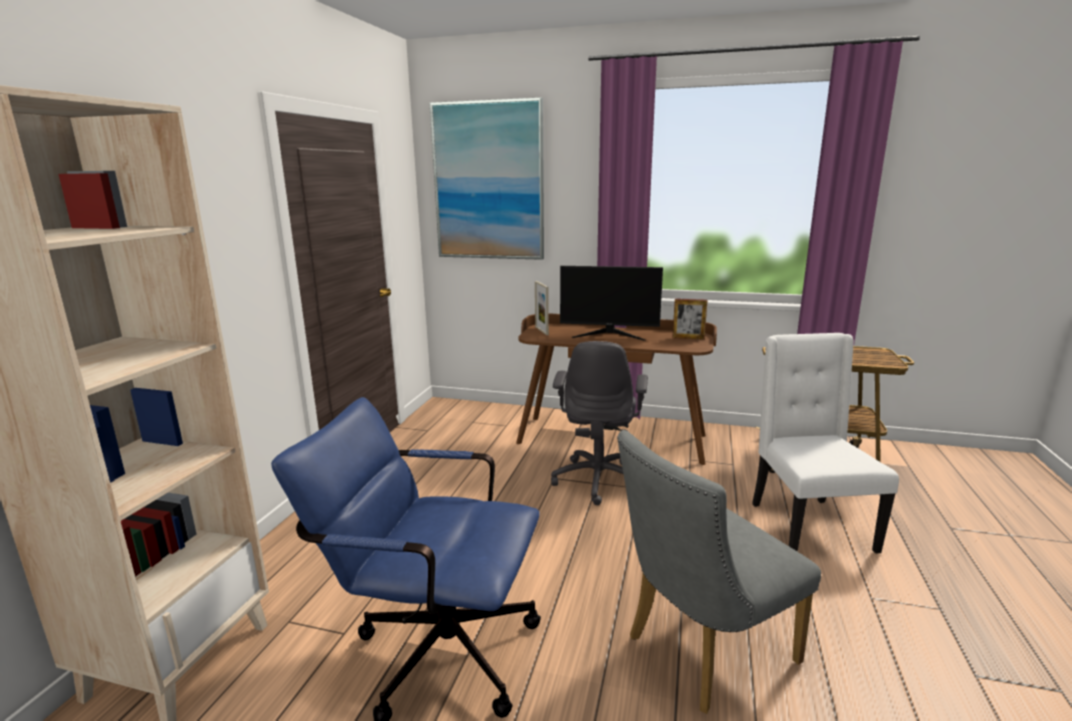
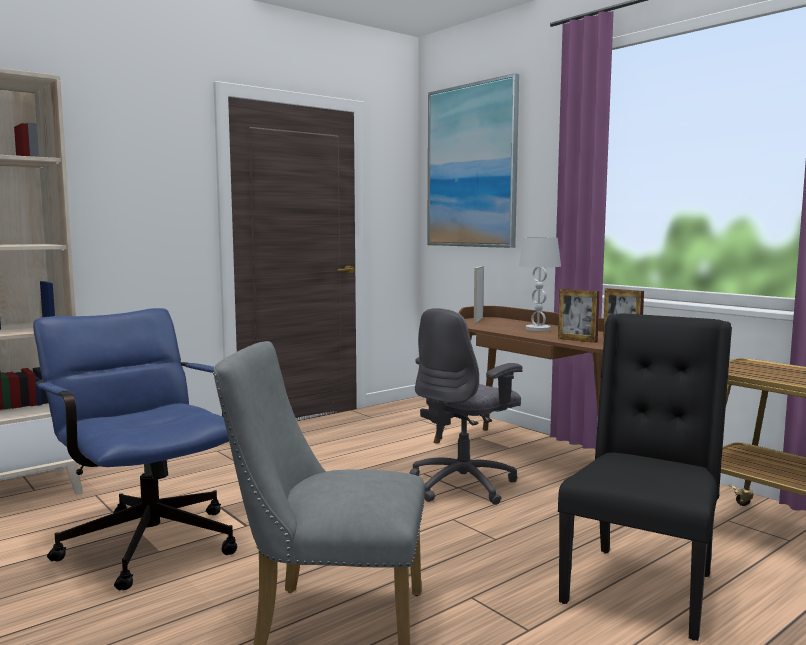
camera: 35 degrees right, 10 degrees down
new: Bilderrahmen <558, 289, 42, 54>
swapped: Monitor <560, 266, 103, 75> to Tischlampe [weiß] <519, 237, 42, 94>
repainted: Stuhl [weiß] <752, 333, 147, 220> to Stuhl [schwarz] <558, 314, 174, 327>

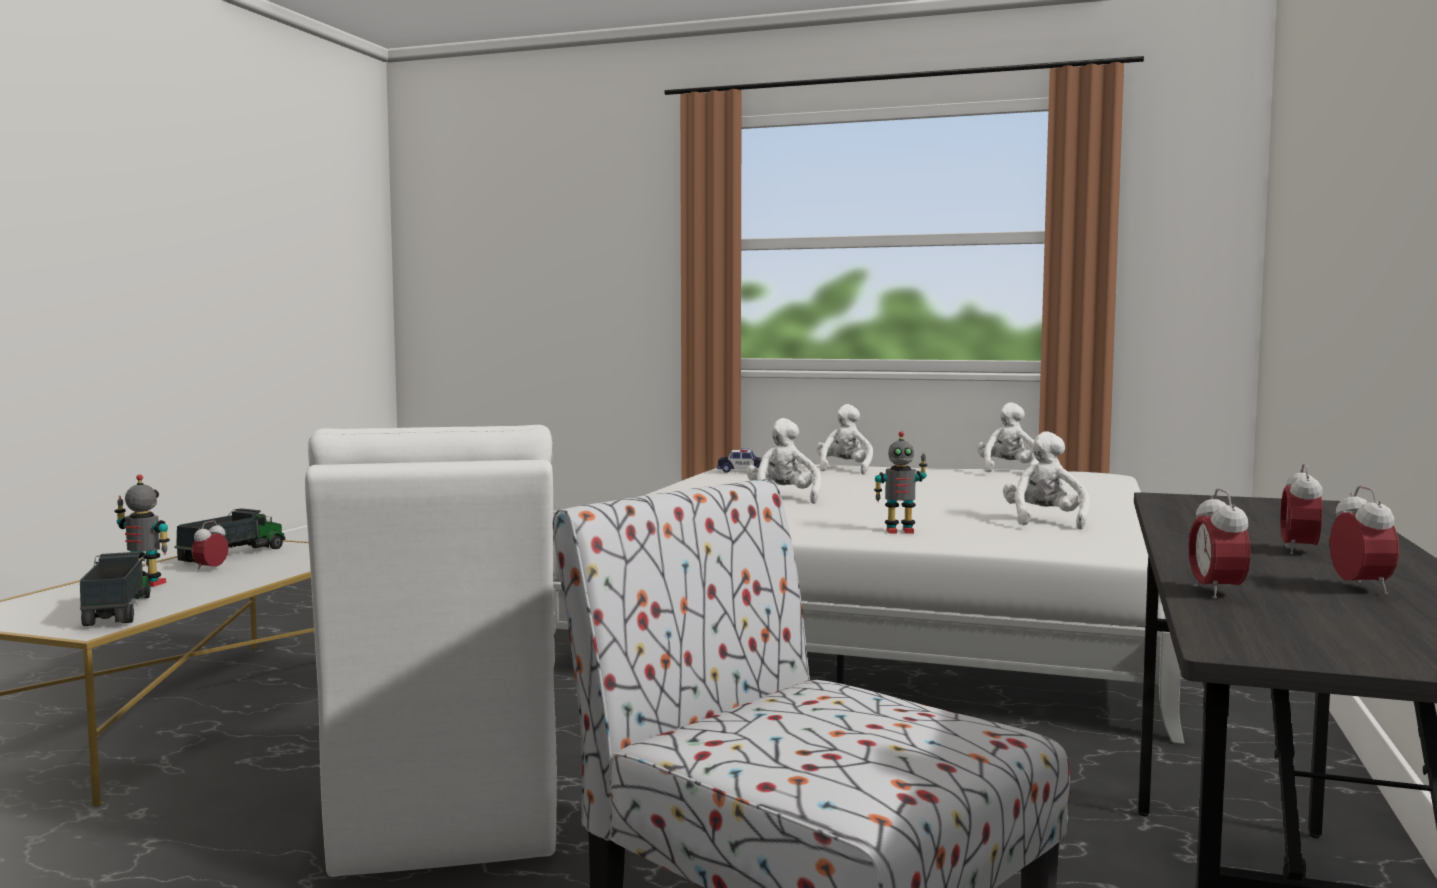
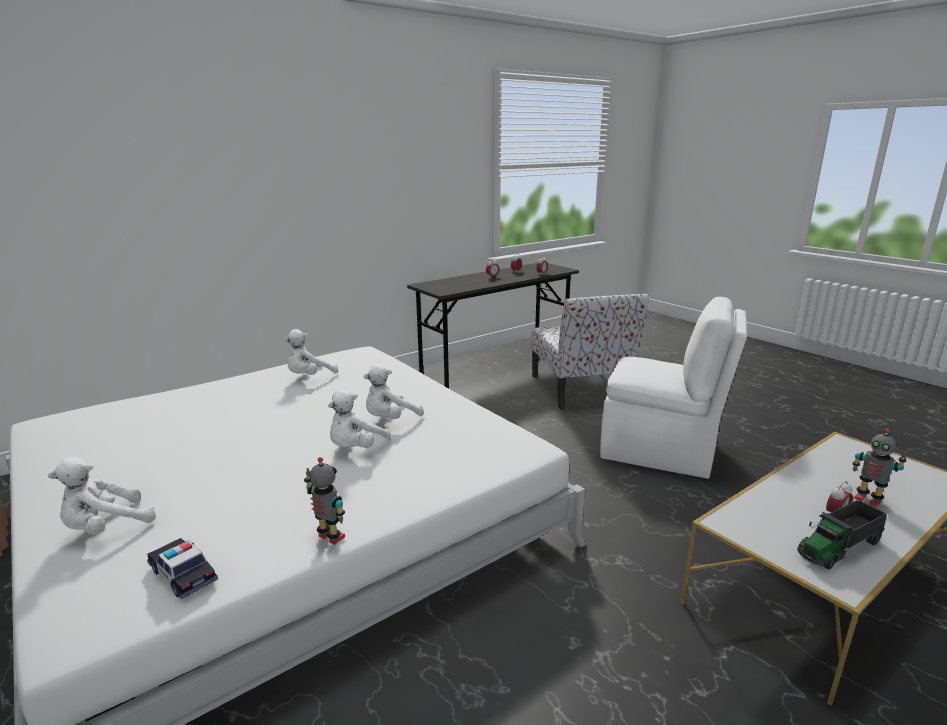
camera: 145 degrees left, 15 degrees up
gone: Spielzeuglaster <80, 552, 70, 74>
shifted: Spielzeugroboter <874, 431, 53, 103> to <304, 457, 41, 88>; Plüschtier [weiß] <977, 402, 62, 71> to <364, 364, 60, 55>
rotated: Stuhl [weiß] <305, 425, 252, 452> = <600, 297, 147, 182> 90 degrees clockwise

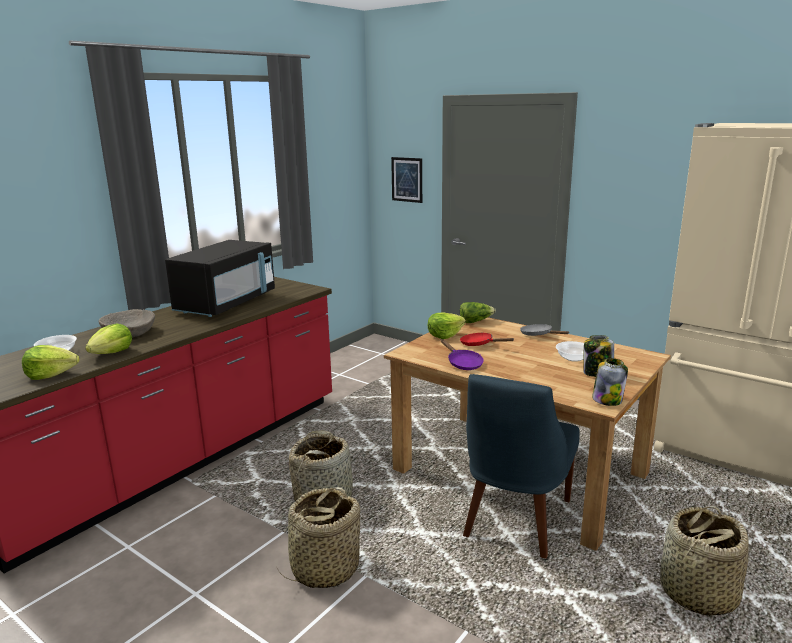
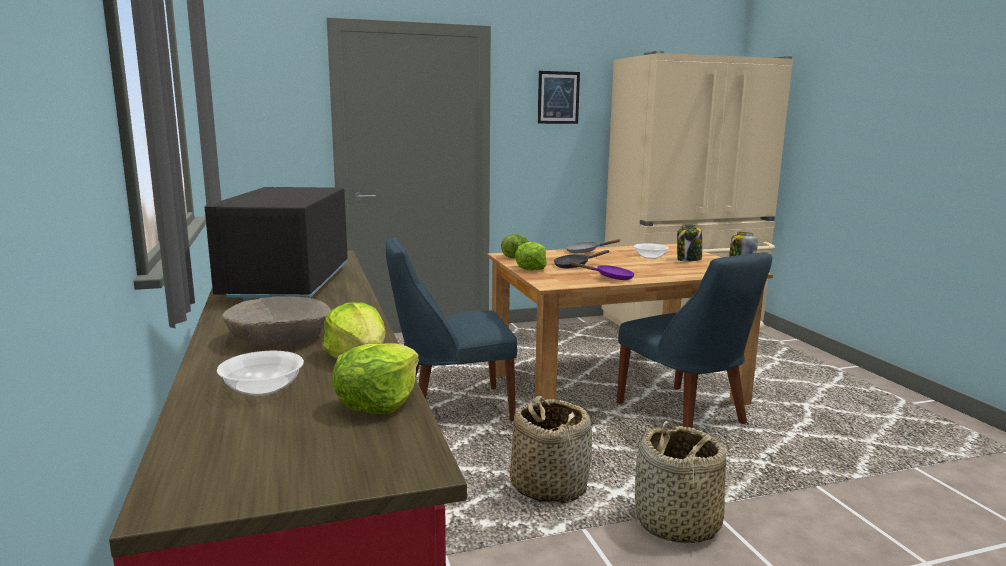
camera: 55 degrees left, 5 degrees down
gone: Korb <660, 506, 89, 110>
new: Stuhl [blau] <386, 237, 131, 184>
shifted: Bild <391, 157, 31, 46> to <538, 71, 42, 53>
repainted: Pfanne [rot] <460, 332, 54, 14> to Pfanne [schwarz] <554, 250, 56, 18>
rotated: Mikrowelle [schwarz] <165, 240, 110, 77> = <205, 187, 143, 114> 150 degrees counterclockwise

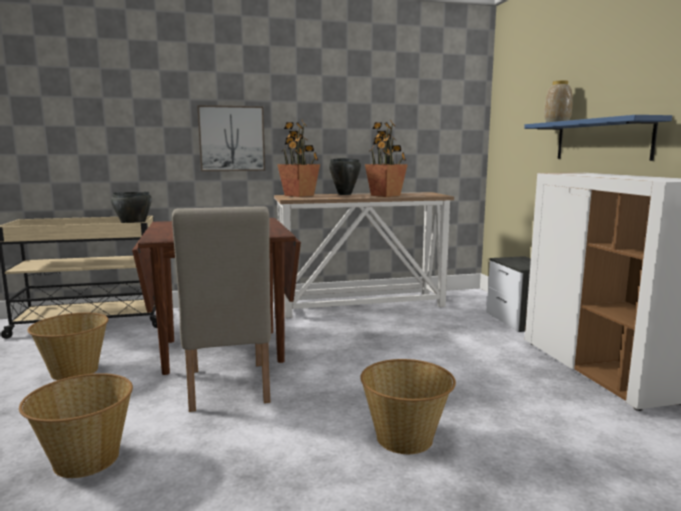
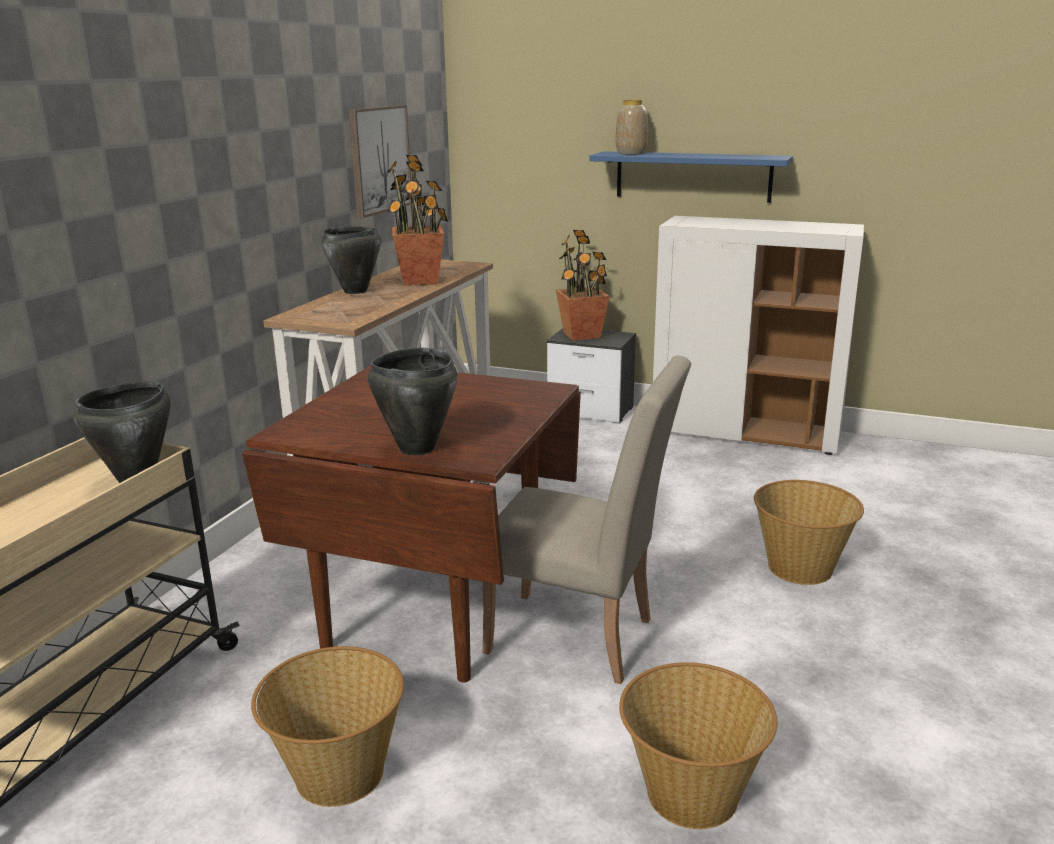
camera: 55 degrees left, 10 degrees up
new: Kochtopf [schwarz] <368, 348, 89, 107>
shifted: Bild <197, 105, 68, 66> to <348, 105, 63, 113>; Topfpflanze <277, 120, 43, 77> to <556, 230, 54, 111>

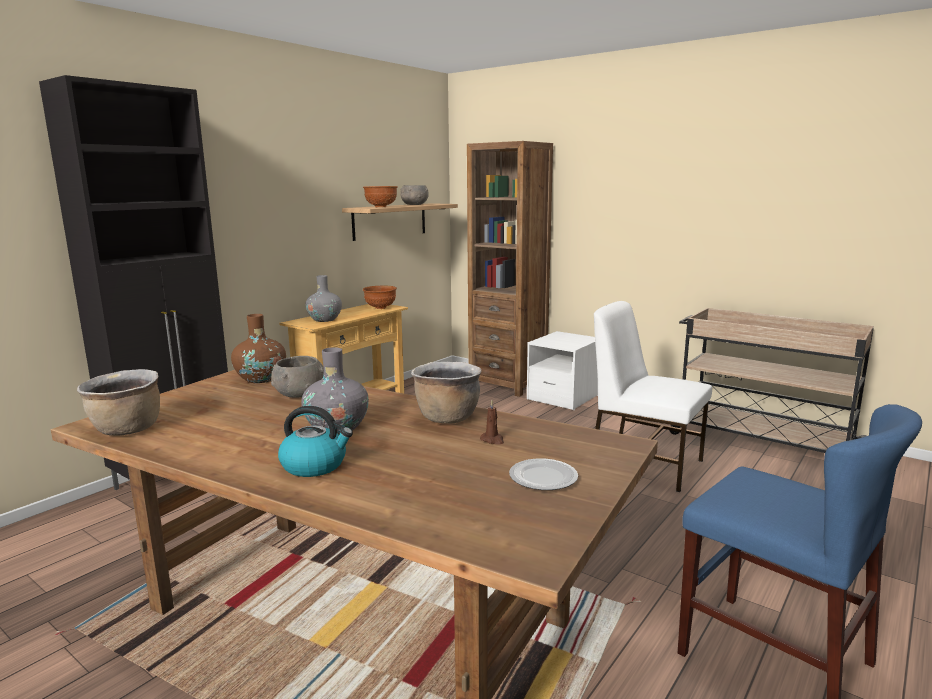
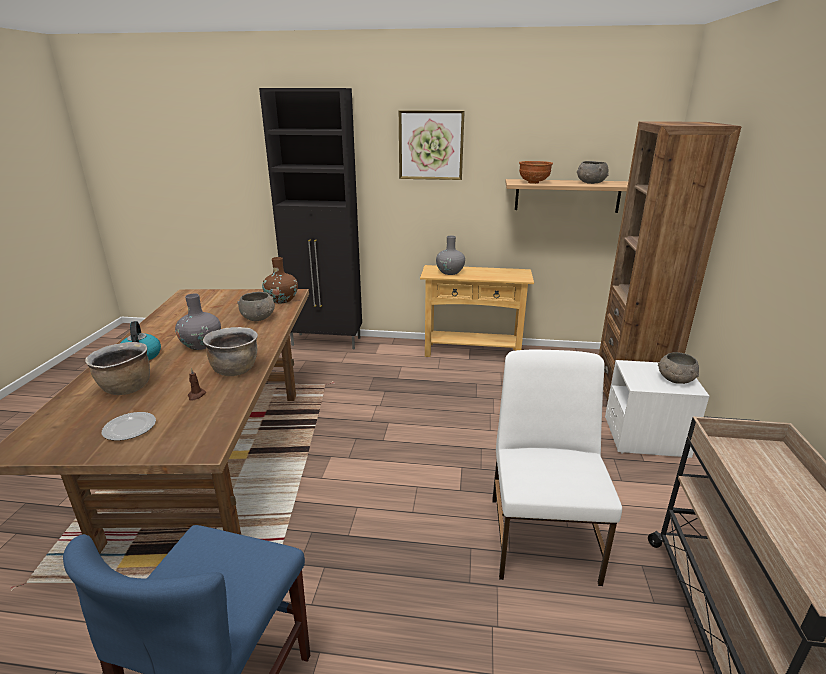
camera: 60 degrees right, 10 degrees up
gone: Schüssel [braun] <363, 286, 34, 23>
new: Bild <399, 110, 66, 70>; Schüssel [grau] <658, 352, 41, 32>
shifted: Kochtopf [braun] <77, 369, 83, 67> to <85, 342, 65, 53>

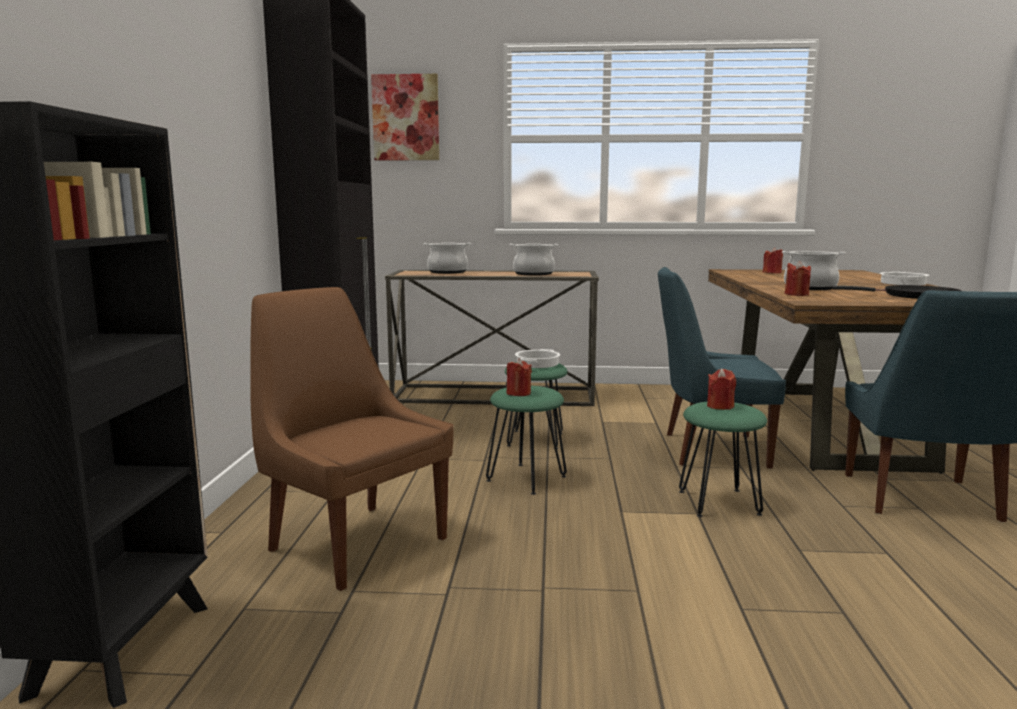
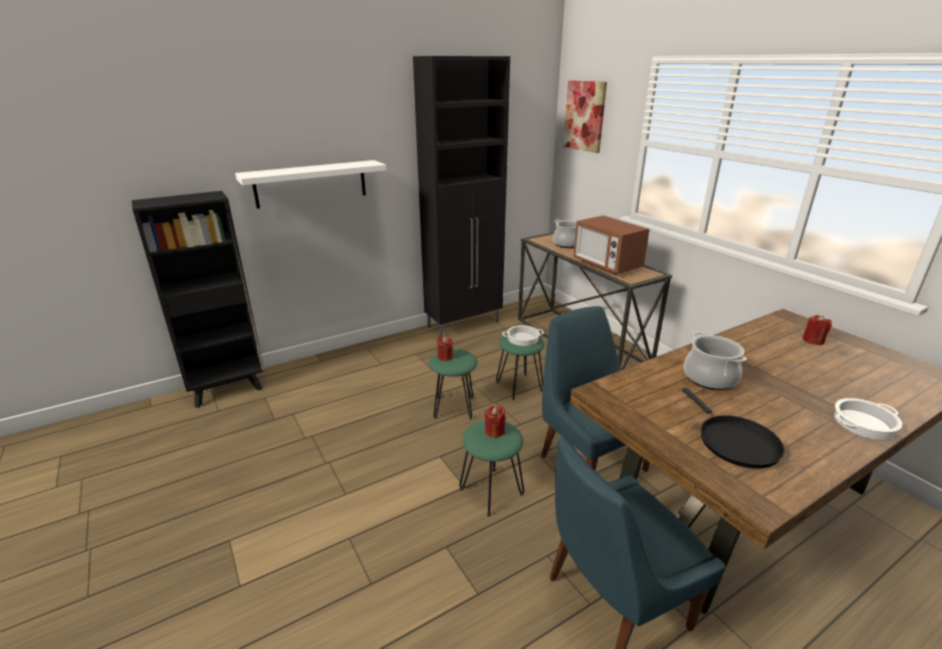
camera: 55 degrees right, 15 degrees up
gone: Stuhl [braun] <250, 287, 204, 304>; Kerze [rot] <785, 261, 26, 35>
new: Wandregal [weiß] <235, 160, 151, 49>
swapped: Kochtopf <510, 244, 48, 32> to Mikrowelle <573, 215, 77, 60>

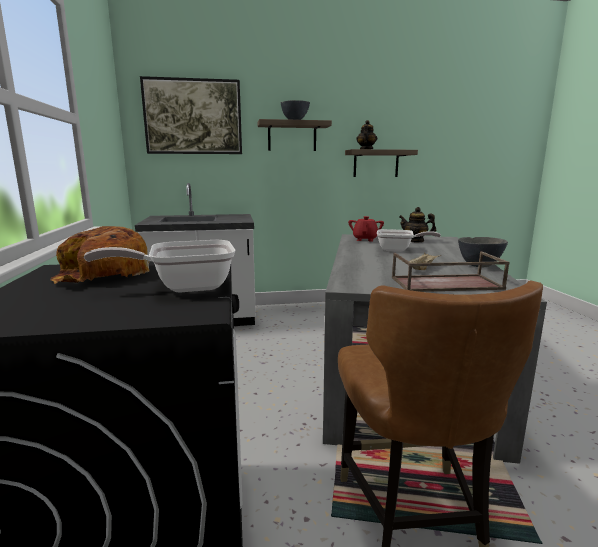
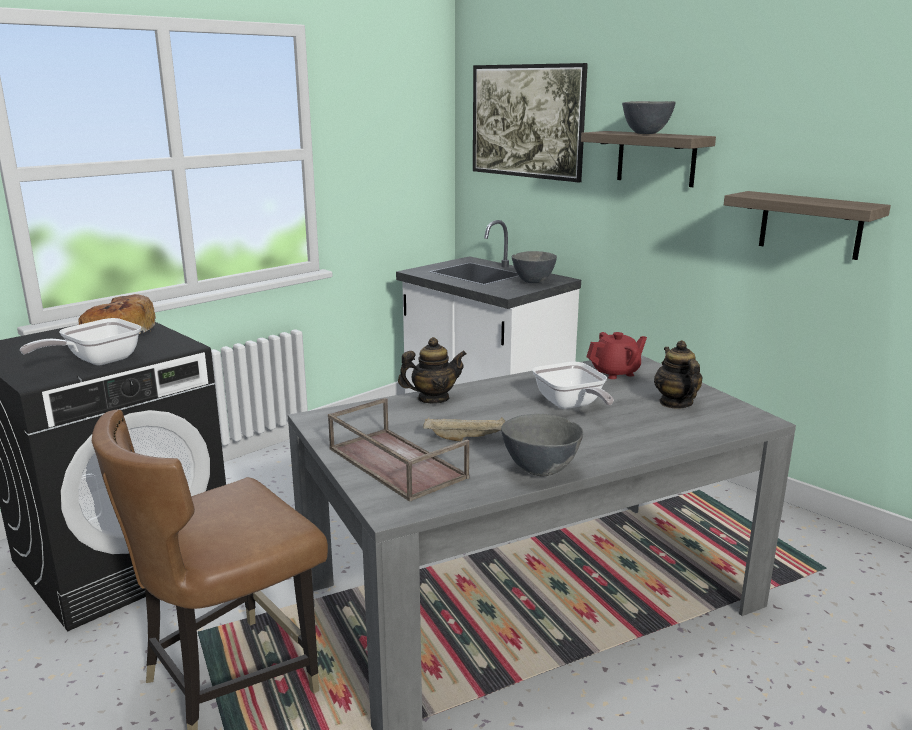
camera: 55 degrees right, 5 degrees up
new: Schüssel [grau] <512, 251, 45, 32>
shifted: Teekanne <356, 120, 21, 29> to <398, 337, 69, 67>
rotated: Pfanne <84, 240, 151, 53> = <20, 318, 121, 47> 90 degrees counterclockwise

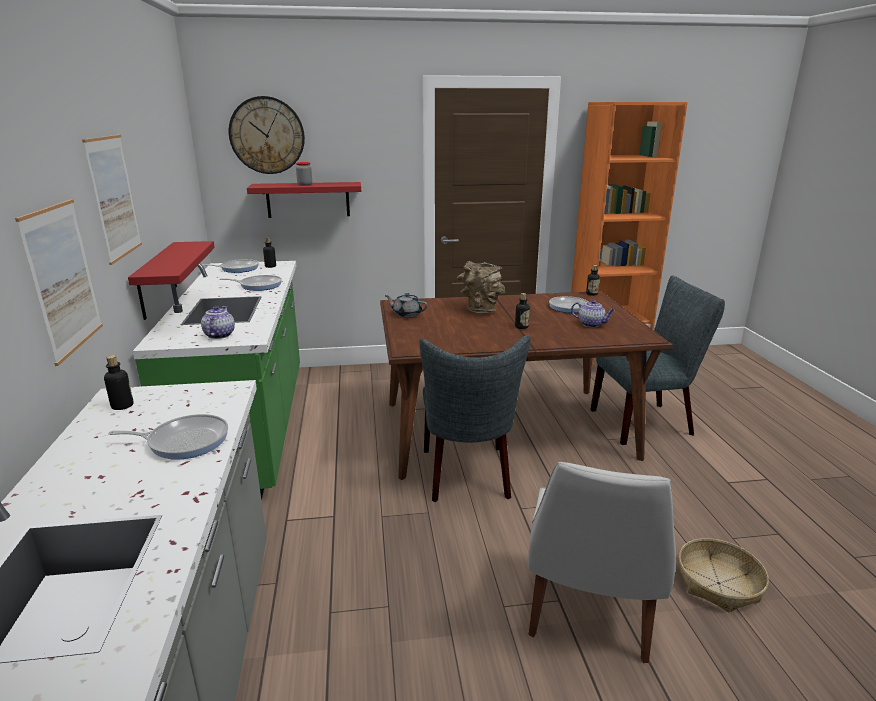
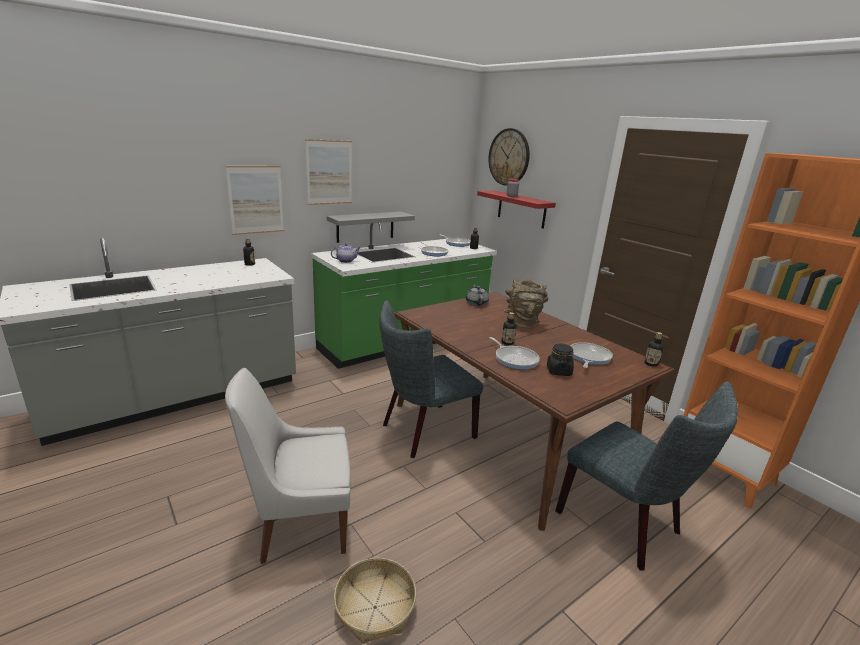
camera: 60 degrees right, 0 degrees up
shifted: Pfanne <108, 414, 120, 46> to <489, 337, 51, 33>
swapped: Teekanne <571, 300, 44, 27> to Vorratsglas [schwarz] <547, 344, 27, 32>
repainted: Wandregal [rot] <128, 241, 87, 79> to Wandregal [grau] <327, 212, 88, 31>

